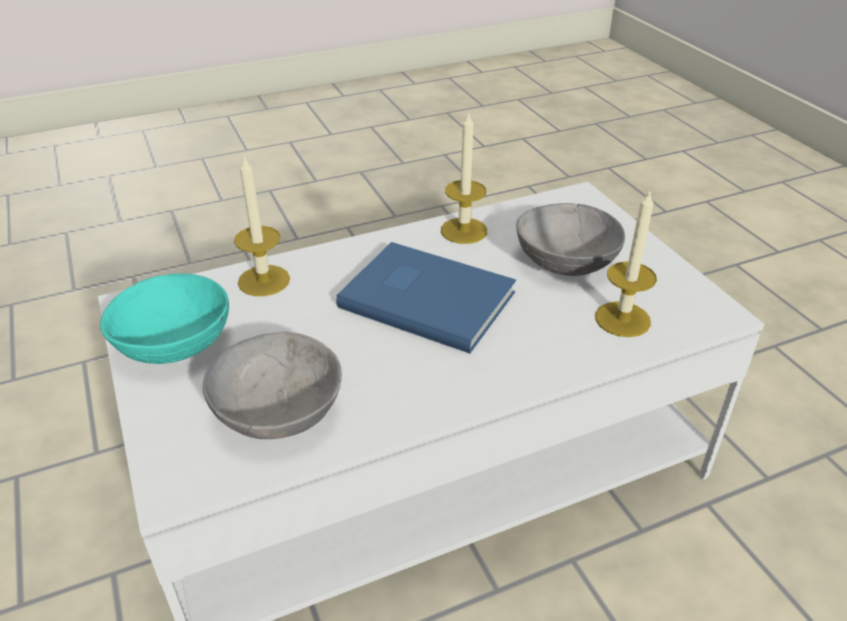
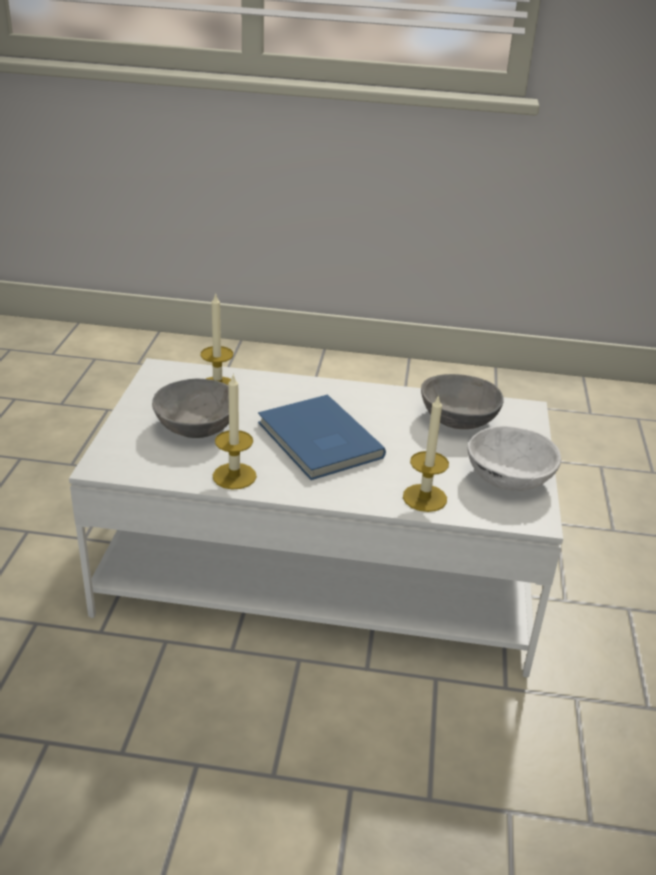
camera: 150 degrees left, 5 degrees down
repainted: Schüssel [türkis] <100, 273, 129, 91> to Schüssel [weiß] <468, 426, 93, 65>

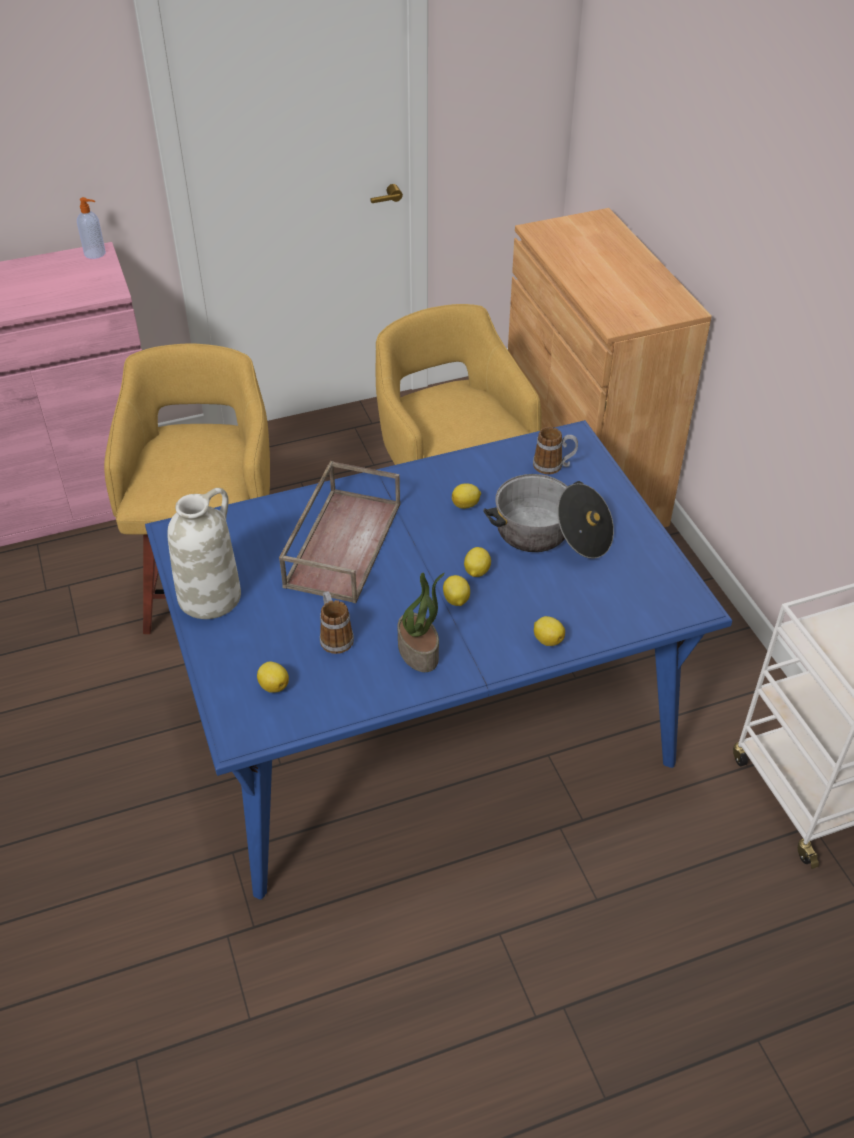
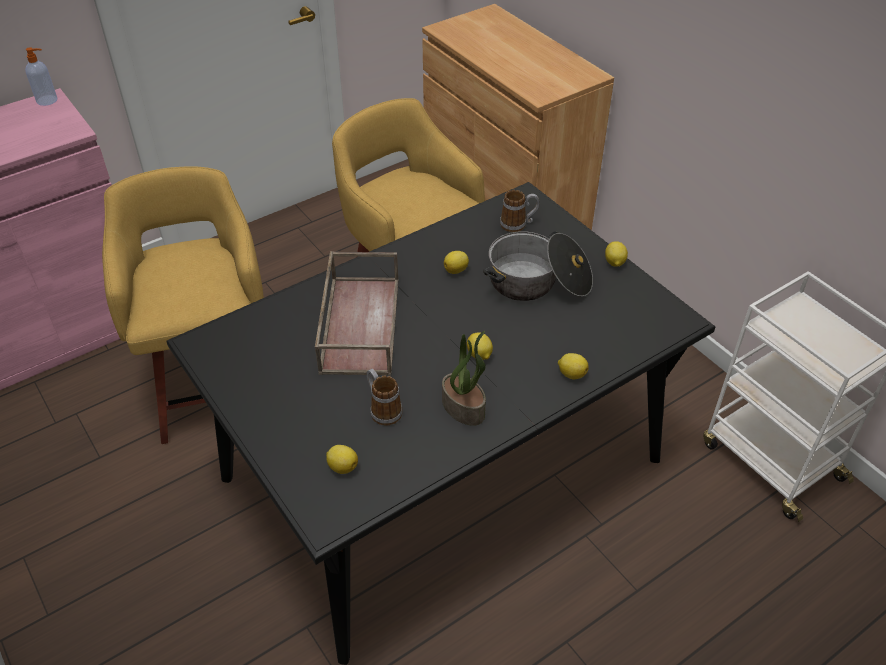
camera: 15 degrees left, 0 degrees up
gone: Vase [weiß] <167, 488, 74, 131>
shifted: Zitrone <464, 547, 27, 30> to <605, 241, 23, 26>
repainted: Esstisch [blau] <145, 420, 587, 479> to Esstisch [schwarz] <166, 182, 549, 483>

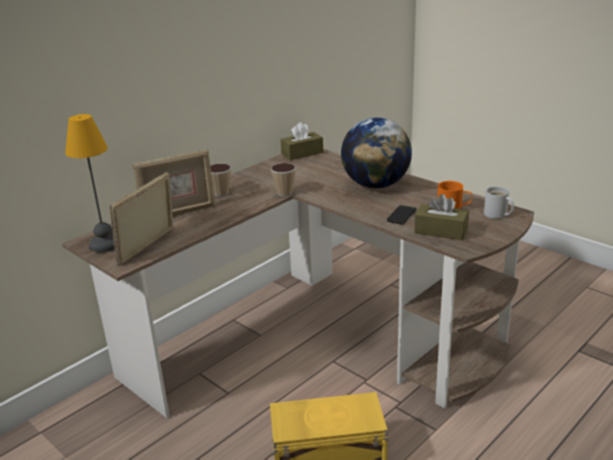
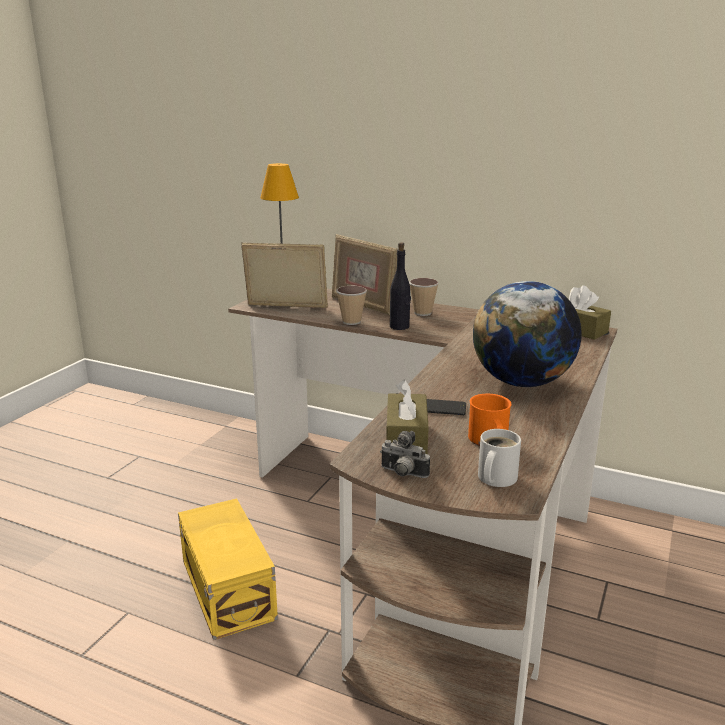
camera: 70 degrees right, 5 degrees down
new: Kamera <380, 431, 50, 47>; Flasche [schwarz] <390, 242, 21, 88>
shifted: Tasse <270, 163, 26, 34> to <336, 286, 31, 39>

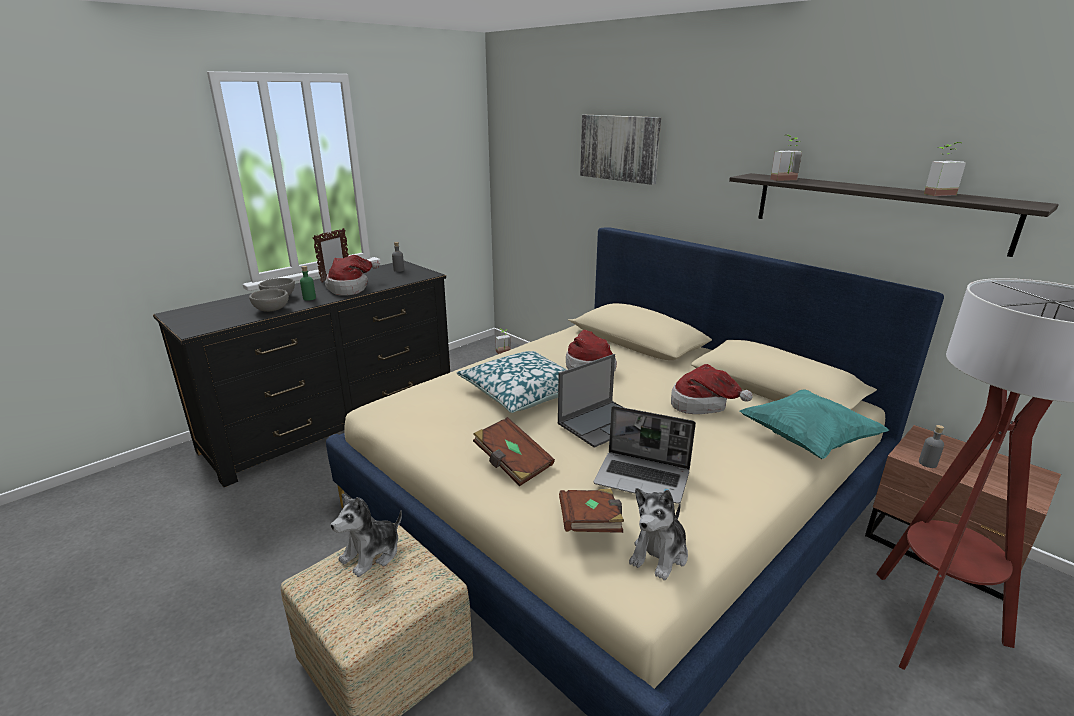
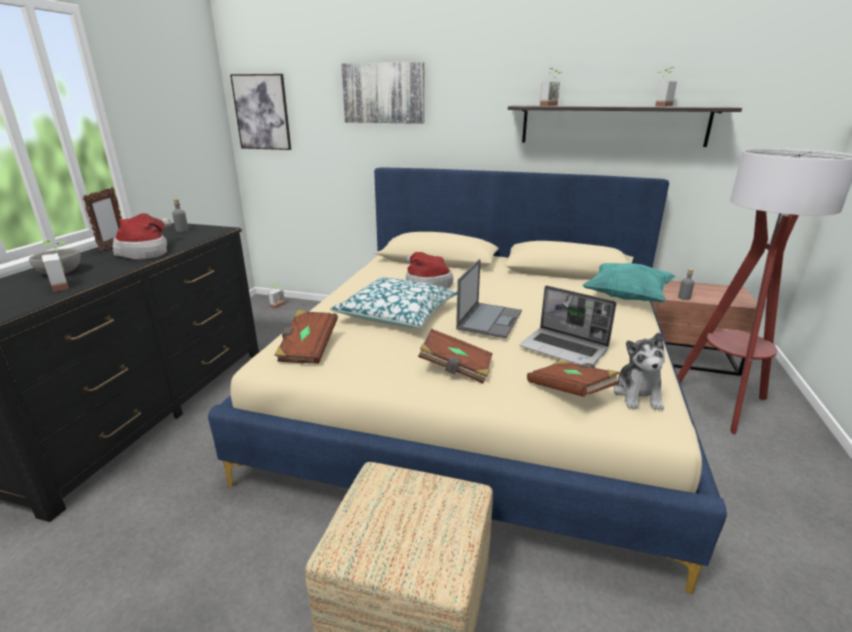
camera: 30 degrees left, 0 degrees up
gone: Flasche [grün] <300, 266, 16, 35>; Plüschtier <331, 494, 71, 83>; Hut <671, 364, 82, 50>
new: Bild <230, 74, 61, 76>; Buch [braun] <274, 310, 64, 54>
swapped: Schüssel [grau] <249, 289, 40, 23> to Topfpflanze <41, 241, 28, 51>
rotated: Laptop <594, 406, 102, 98> = <520, 286, 96, 79> 45 degrees clockwise

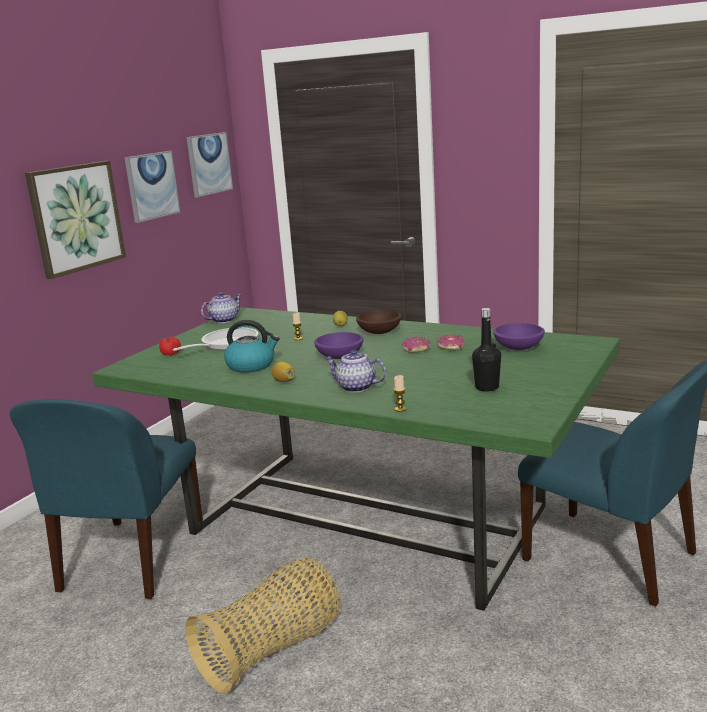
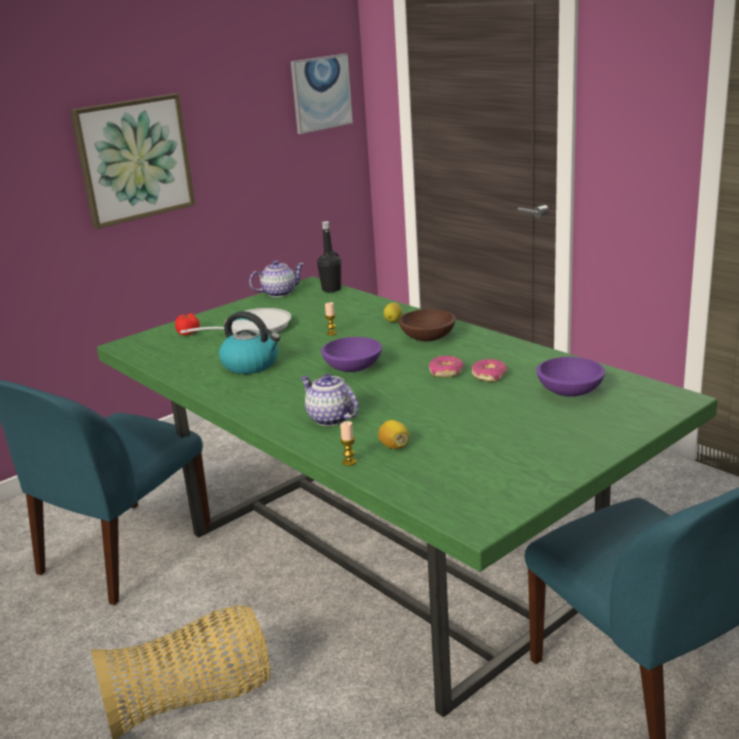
camera: 20 degrees right, 5 degrees up
gone: Bild <124, 151, 56, 72>
shifted: Zitrone <272, 362, 23, 20> to <378, 420, 31, 29>; Flasche [schwarz] <472, 308, 29, 84> to <317, 221, 24, 71>

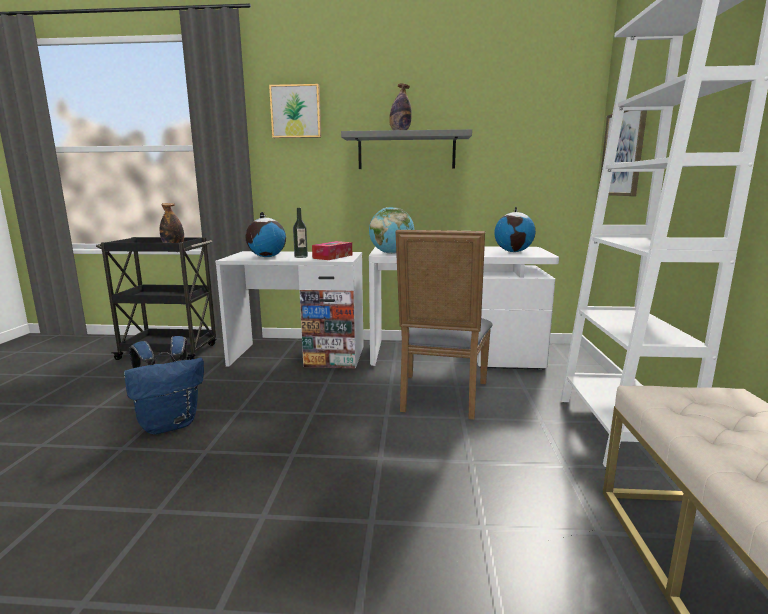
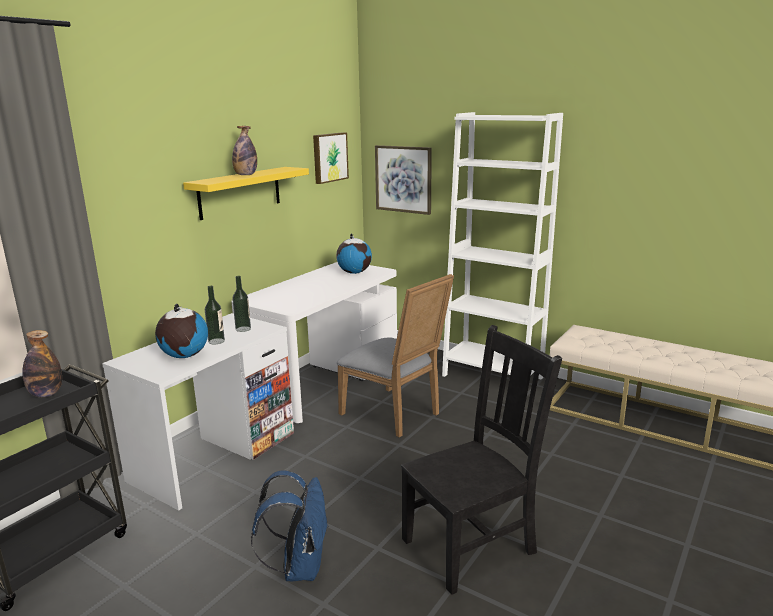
camera: 60 degrees left, 5 degrees up
gone: Globus <369, 207, 45, 47>
new: Stuhl [schwarz] <401, 325, 161, 270>
shifted: Bild <269, 84, 52, 54> to <313, 132, 36, 52>
swapped: Taschentuchbox <312, 241, 40, 19> to Flasche <232, 276, 19, 56>
repainted: Wandregal [grau] <341, 129, 131, 40> to Wandregal [gelb] <183, 167, 126, 53>

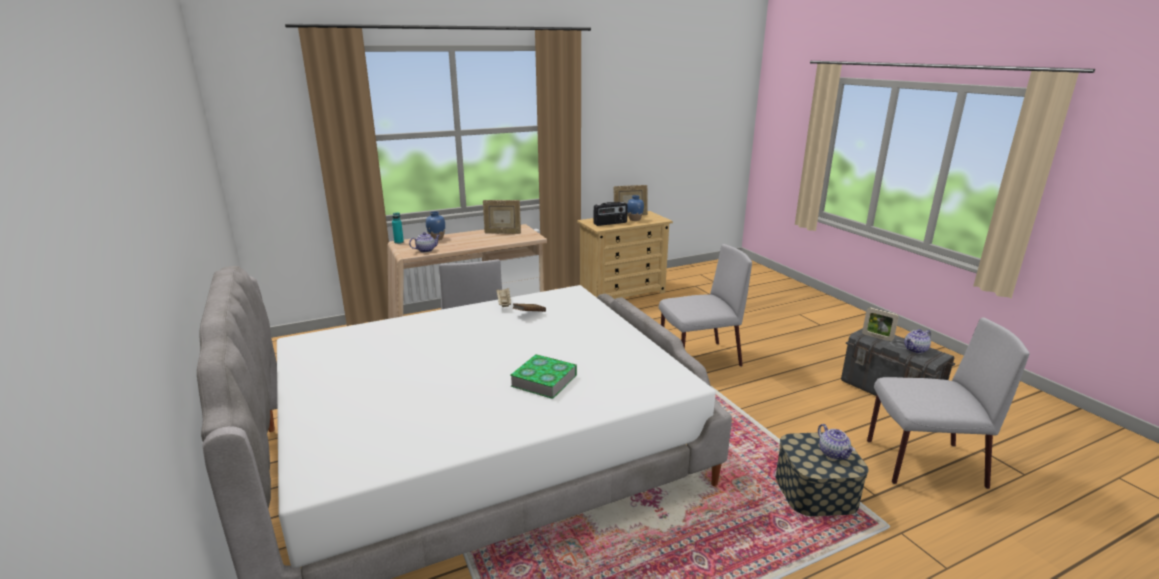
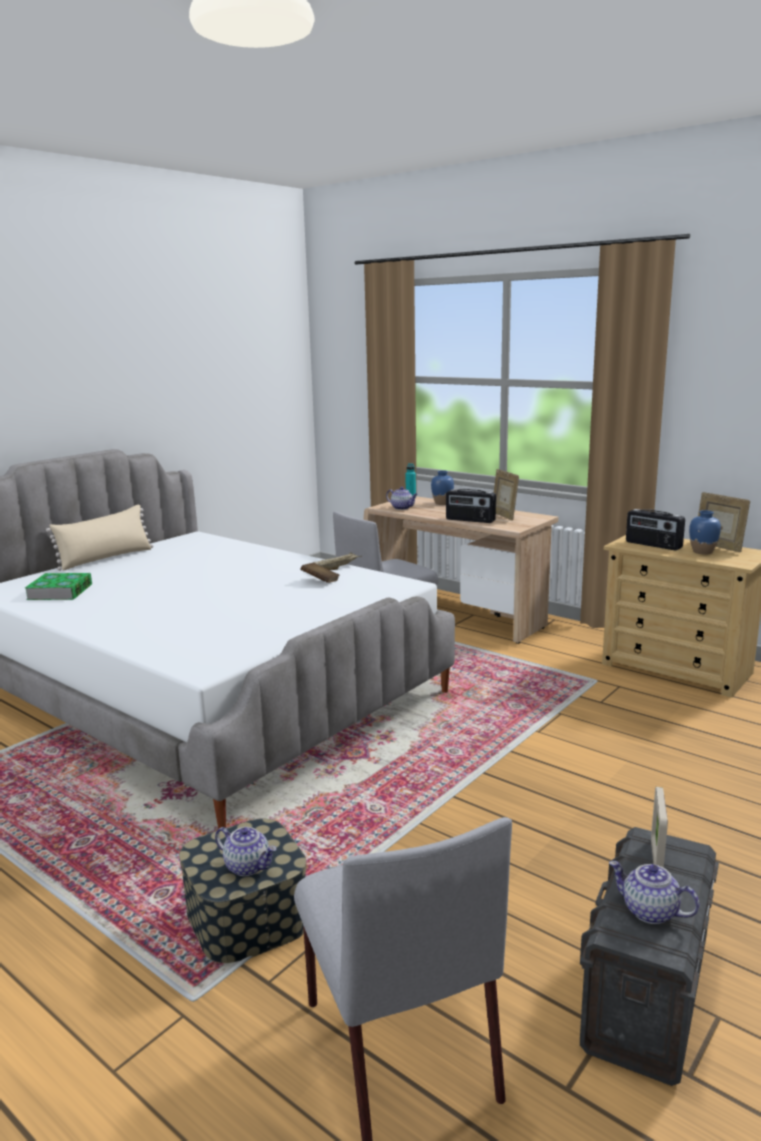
camera: 65 degrees right, 5 degrees down
gone: Stuhl [grau] <659, 244, 93, 123>
new: Kissen [beige] <46, 505, 107, 66>; Radio <446, 489, 50, 34>
shifted: Buch <510, 354, 67, 45> to <25, 573, 67, 27>
rotated: Teekanne <818, 424, 37, 36> = <215, 827, 62, 49> 105 degrees counterclockwise

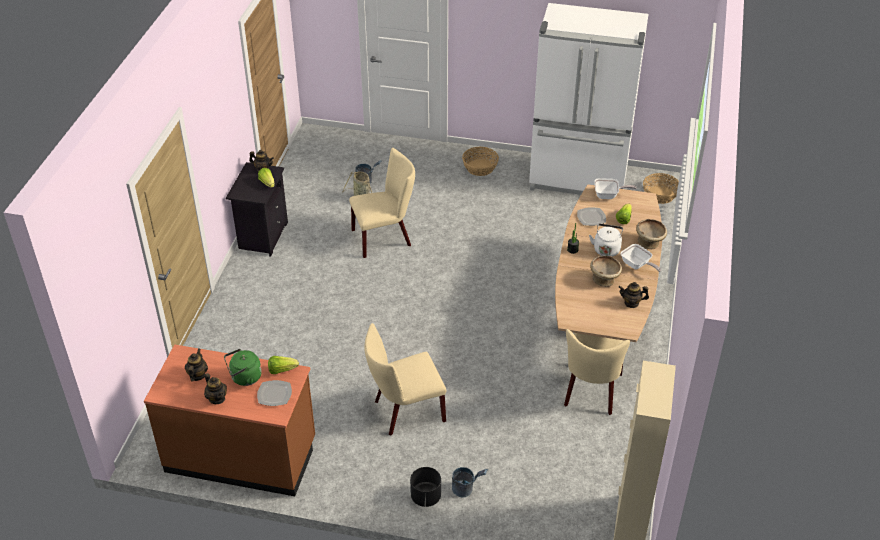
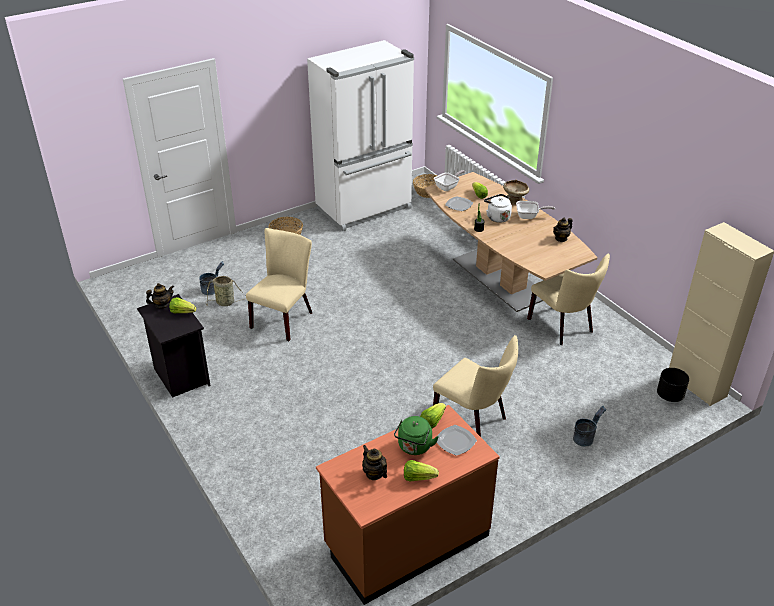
camera: 45 degrees left, 5 degrees down
gone: Schüssel [beige] <590, 256, 32, 31>
shifted: Pflanzkübel [schwarz] <410, 467, 31, 40> to <657, 368, 32, 34>
swapped: Teekanne <204, 373, 23, 31> to Salatkopf <404, 460, 35, 22>
rotated: Stuhl [beige] <364, 323, 82, 112> = <433, 335, 85, 102> 75 degrees counterclockwise

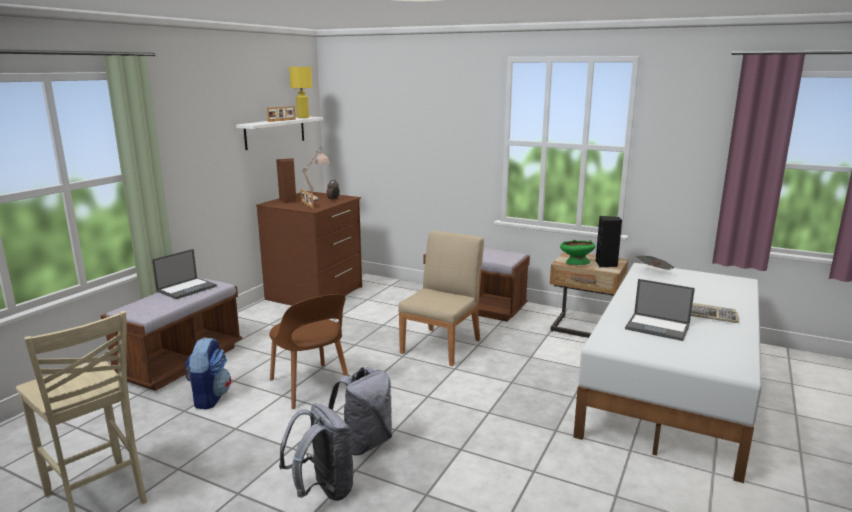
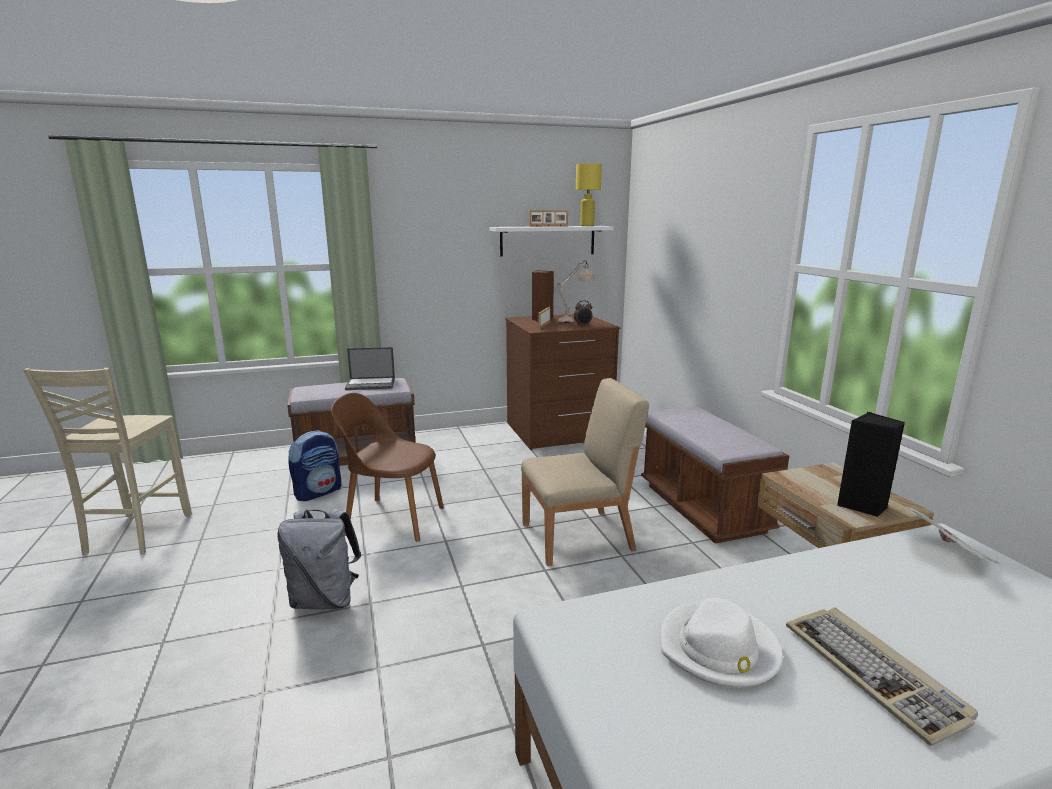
camera: 45 degrees right, 0 degrees up
gone: Rucksack [grau] <279, 404, 75, 97>; Schüssel [grün] <560, 240, 35, 25>
swapped: Laptop <625, 279, 70, 62> to Hut [weiß] <660, 598, 123, 90>
rotated: Stuhl [braun] <269, 294, 79, 115> = <331, 393, 113, 149> 90 degrees clockwise

